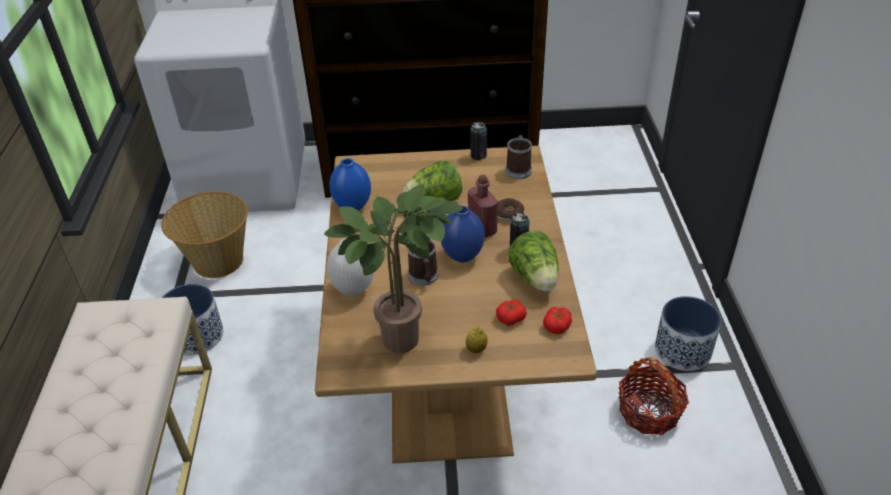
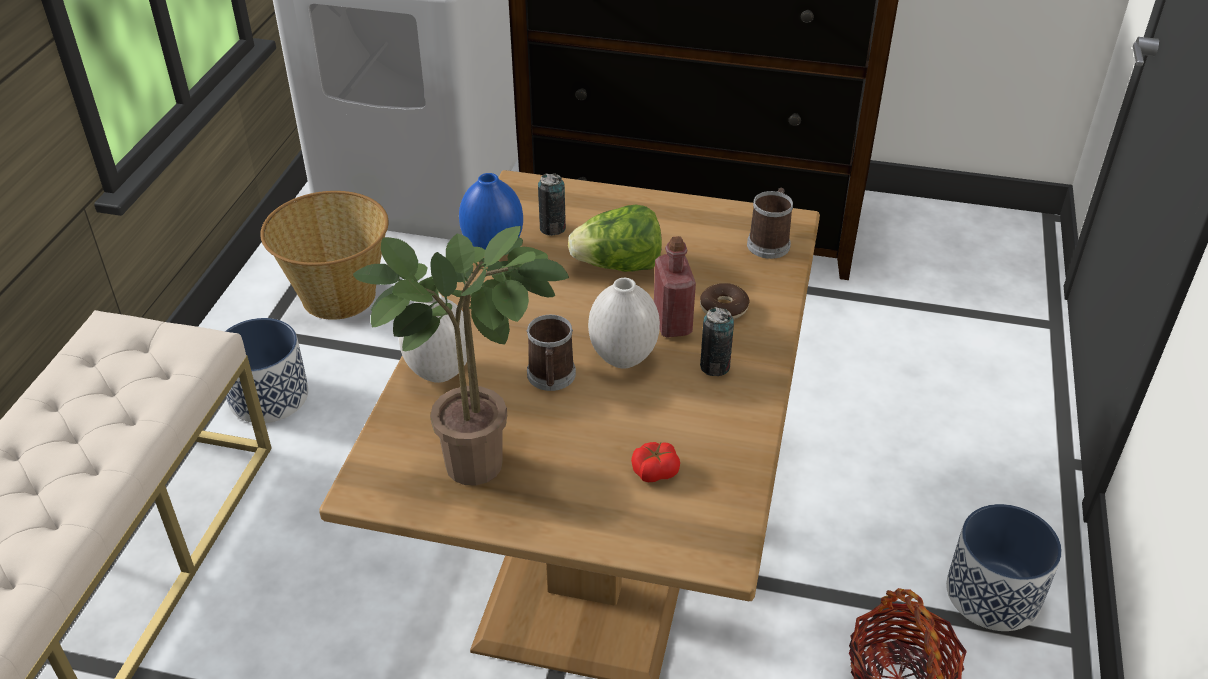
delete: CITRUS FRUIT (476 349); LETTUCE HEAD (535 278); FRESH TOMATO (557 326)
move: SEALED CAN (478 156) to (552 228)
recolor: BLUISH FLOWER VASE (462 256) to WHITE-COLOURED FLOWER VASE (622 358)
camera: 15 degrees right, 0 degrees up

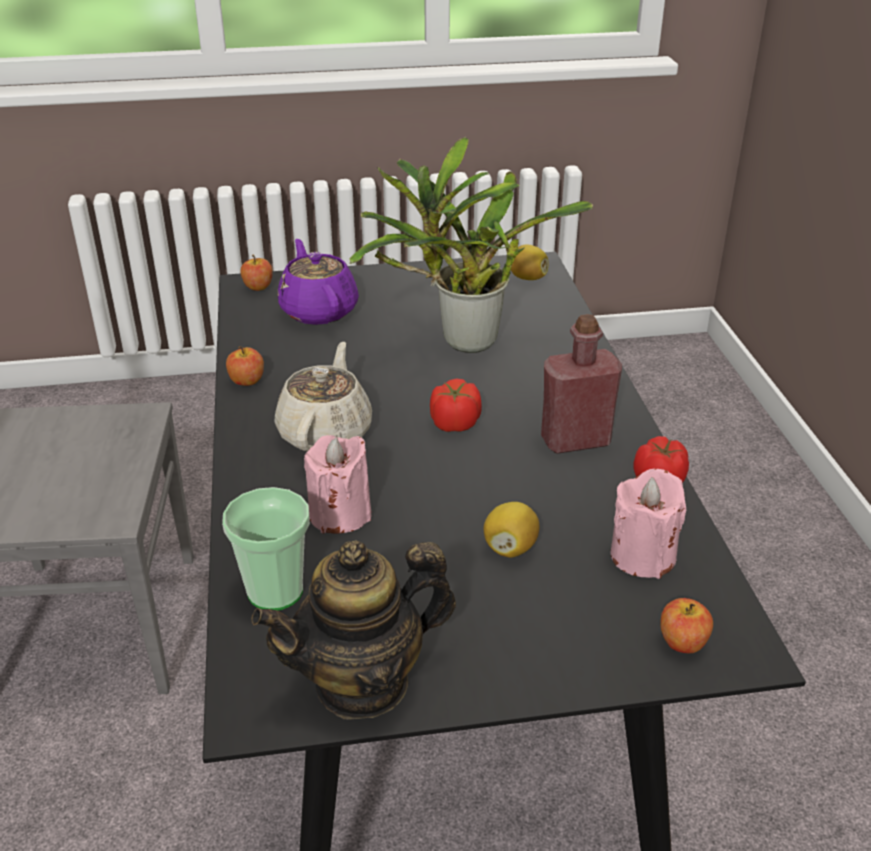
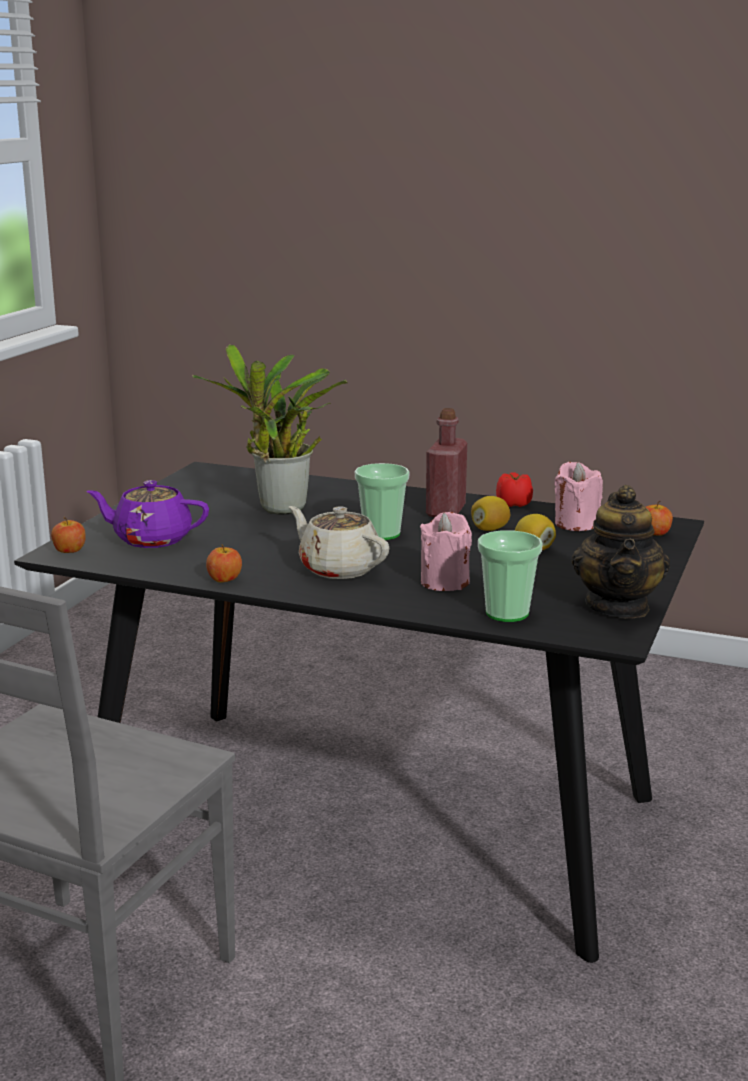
move: CITRUS FRUIT (528 278) to (489 529)
replace: FRESH TOMATO (454 423) to CUP (381 534)
camera: 60 degrees left, 15 degrees down

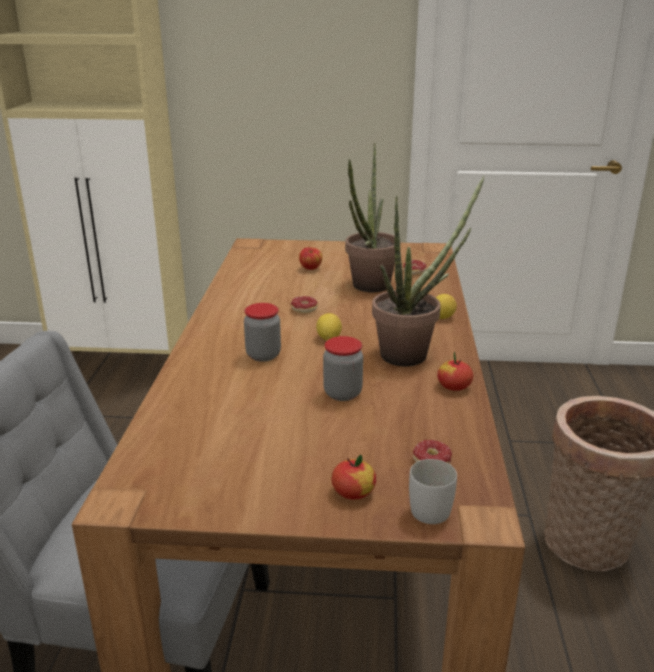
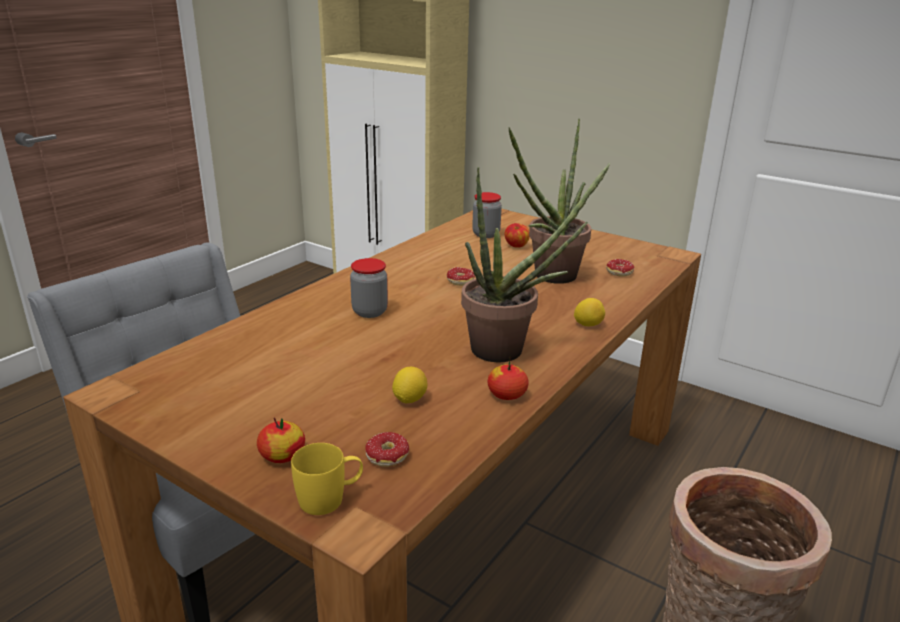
move: CITRUS FRUIT (328 338) to (409 399); PRESERVE JAR (342 393) to (486 234)
recolor: WHITE-COLOURED MUG (434 507) to YELLOW MUG (330 498)
camera: 30 degrees right, 0 degrees up

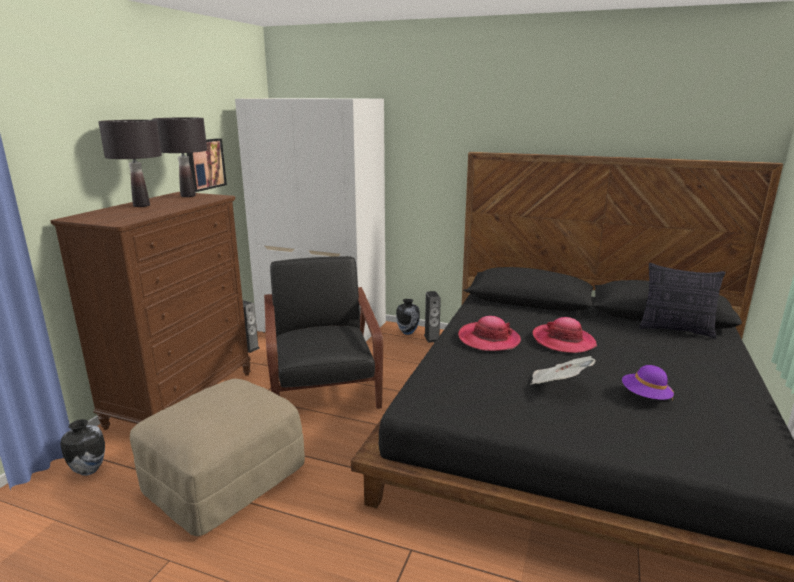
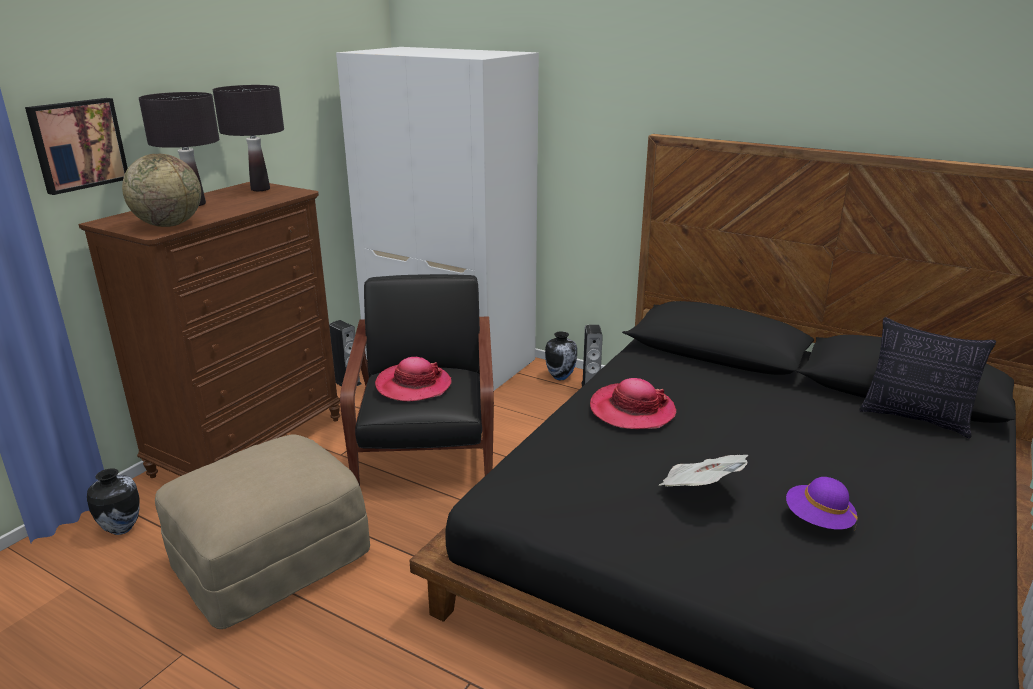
insert: WORLD GLOBE (169 225)
move: WALL PICTURE (204 164) to (77 144); CLOTHING HAT (563 341) to (413 385)
camera: 10 degrees right, 5 degrees up

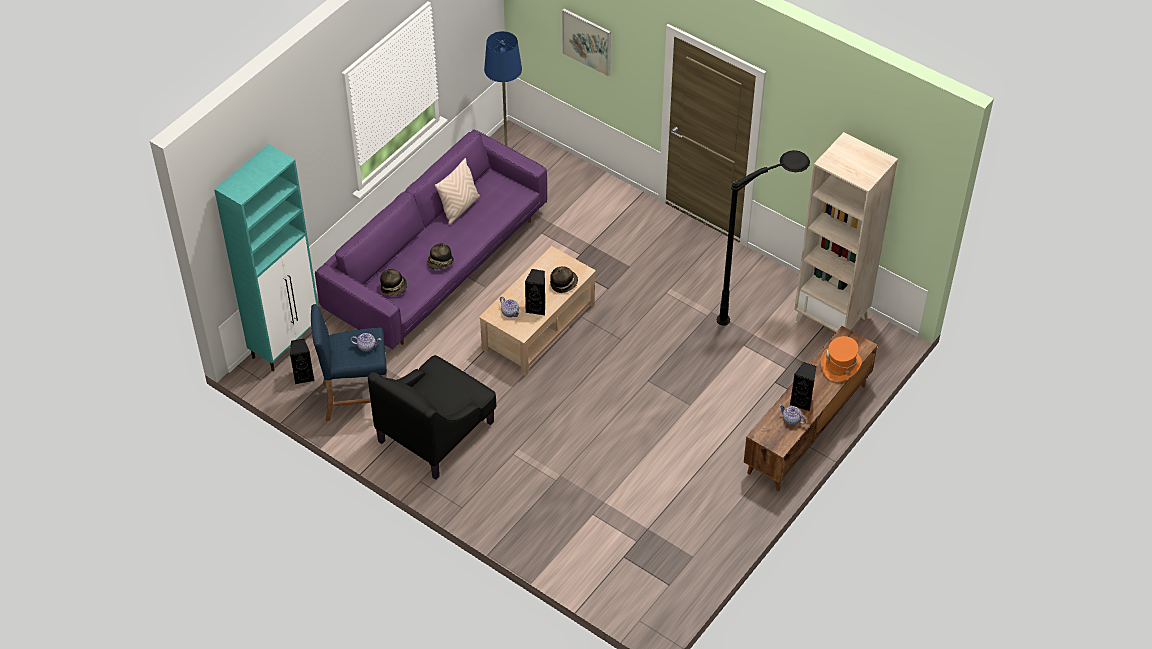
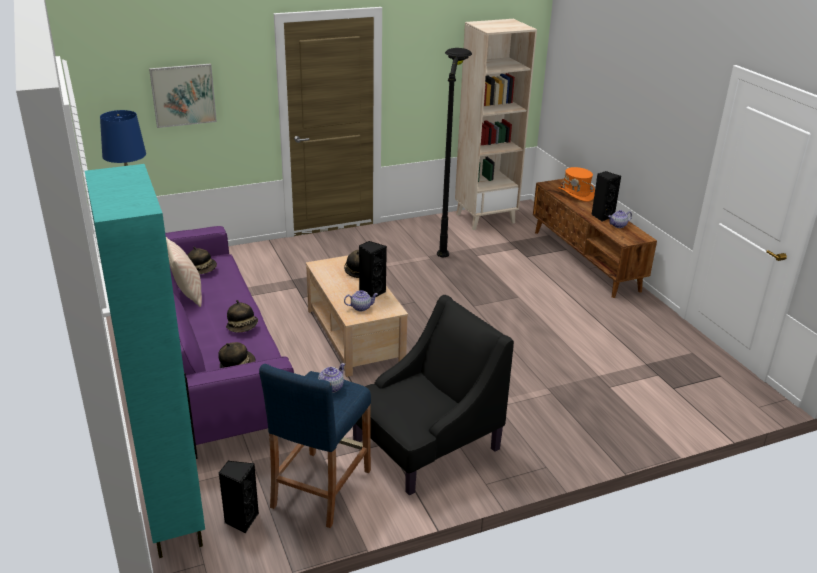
insert: CLOTHING HAT (202 270)
rotate: BLACK-COLOURED ARMCHAIR (437 431) = (425 445) 105 degrees counterclockwise
camera: 60 degrees left, 20 degrees down

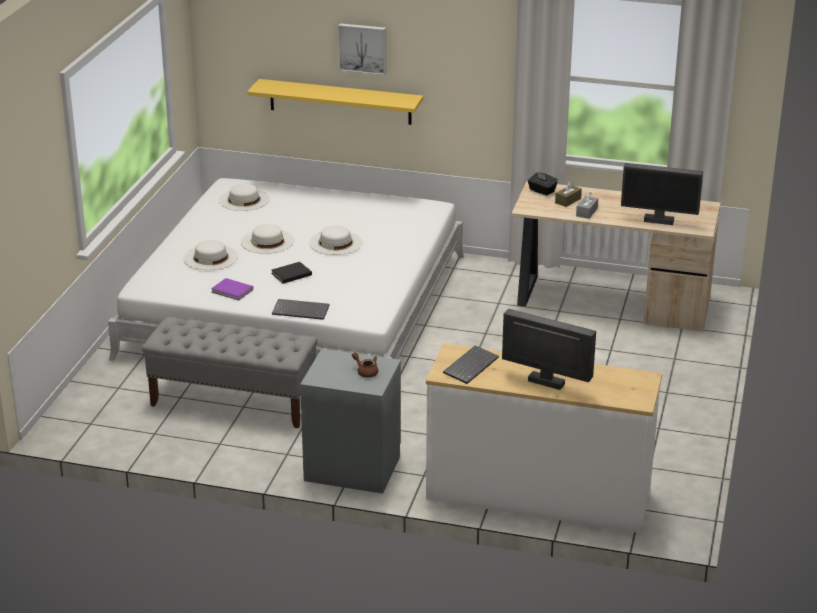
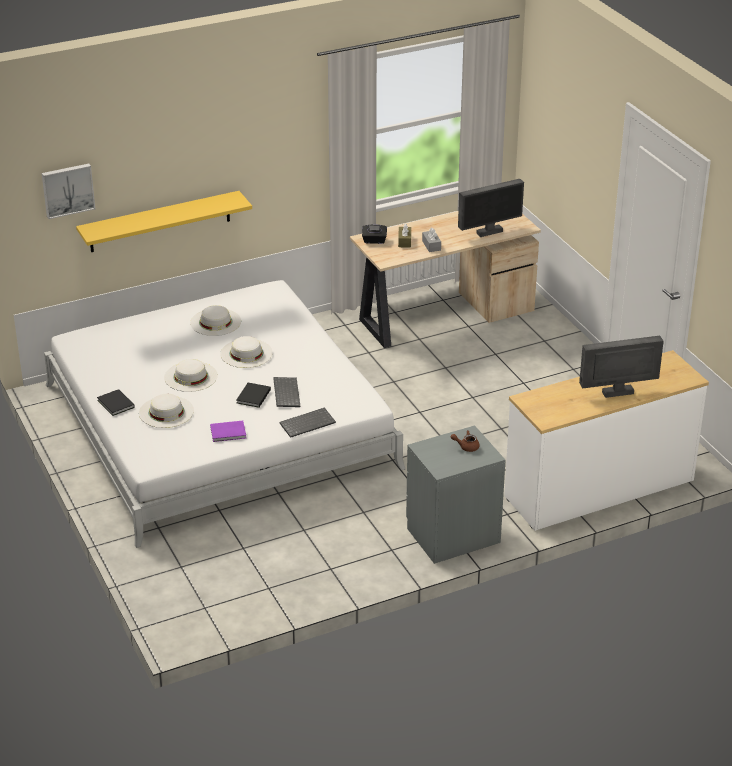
delete: GREY BENCH (234 401)
insert: BLACK-COLOURED BOOK (115 404)
move: WHITE-COLOURED CLOTHING HAT (244 200) to (215 322); WALL PICTURE (363 48) to (67 190); KEYBOARD (470 365) to (285 393)
camera: 40 degrees left, 5 degrees up

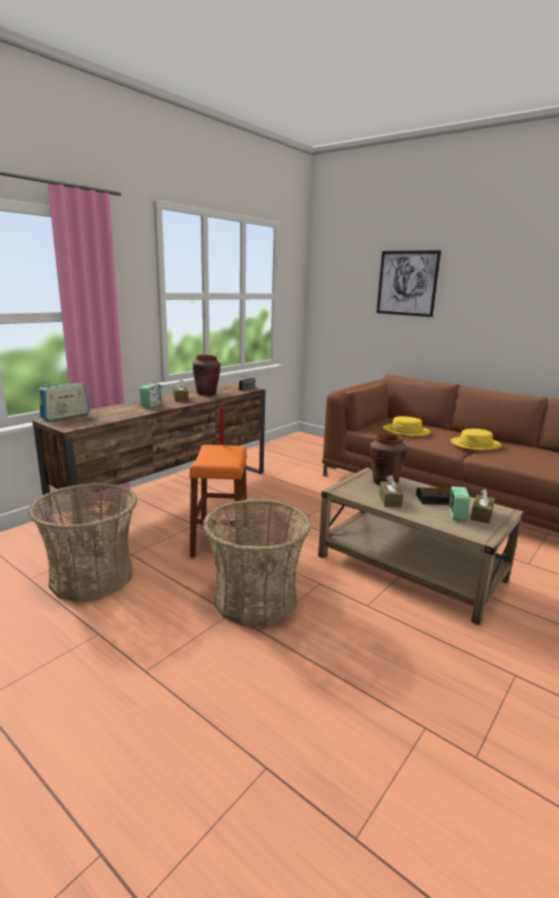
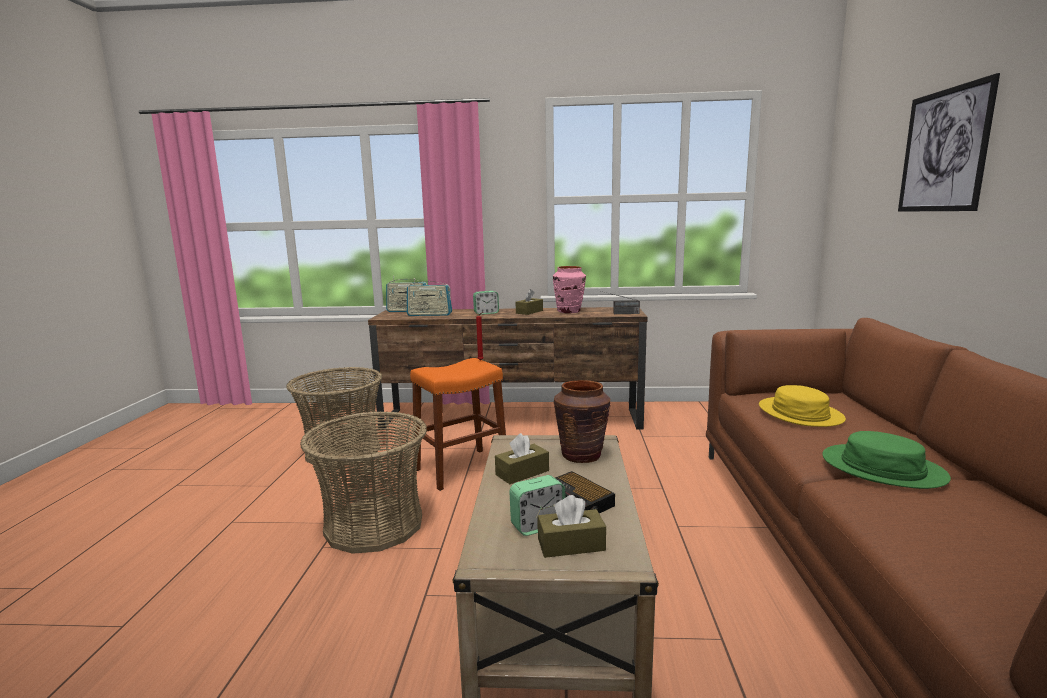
insert: RADIO SET (429 314)
recolor: BROWNISH FLOWER VASE (206 393) to PINK FLOWER VASE (569 311); YELLOW CLOTHING HAT (475 444) to GREEN CLOTHING HAT (882 468)
camera: 55 degrees right, 5 degrees down

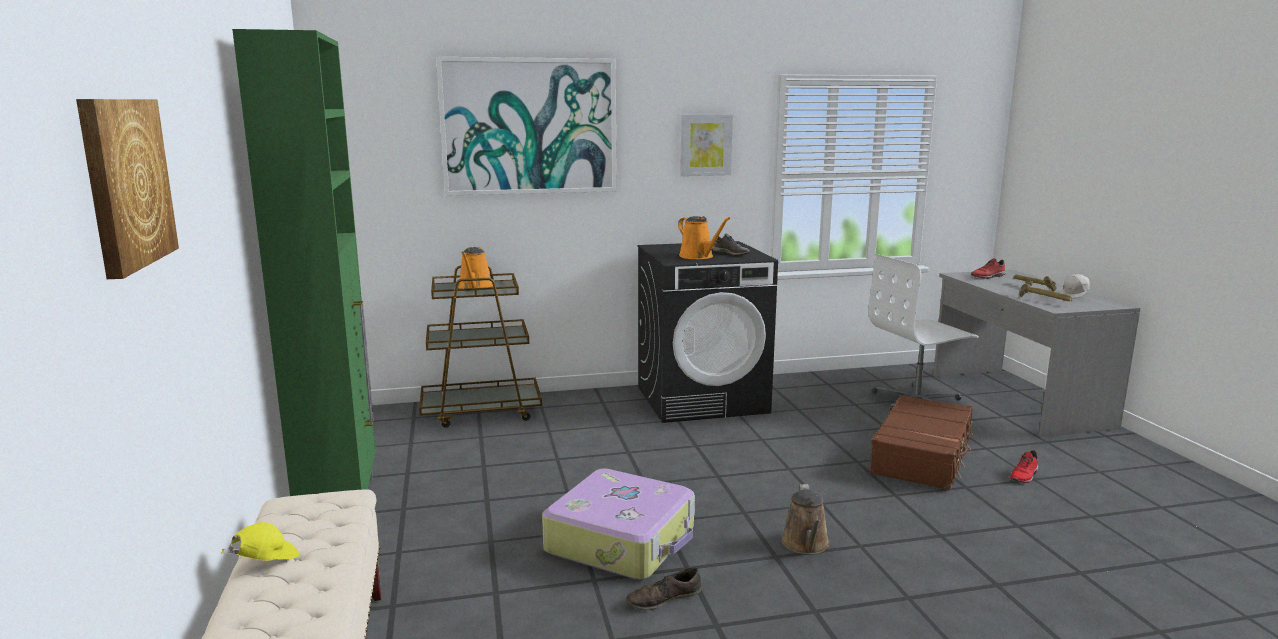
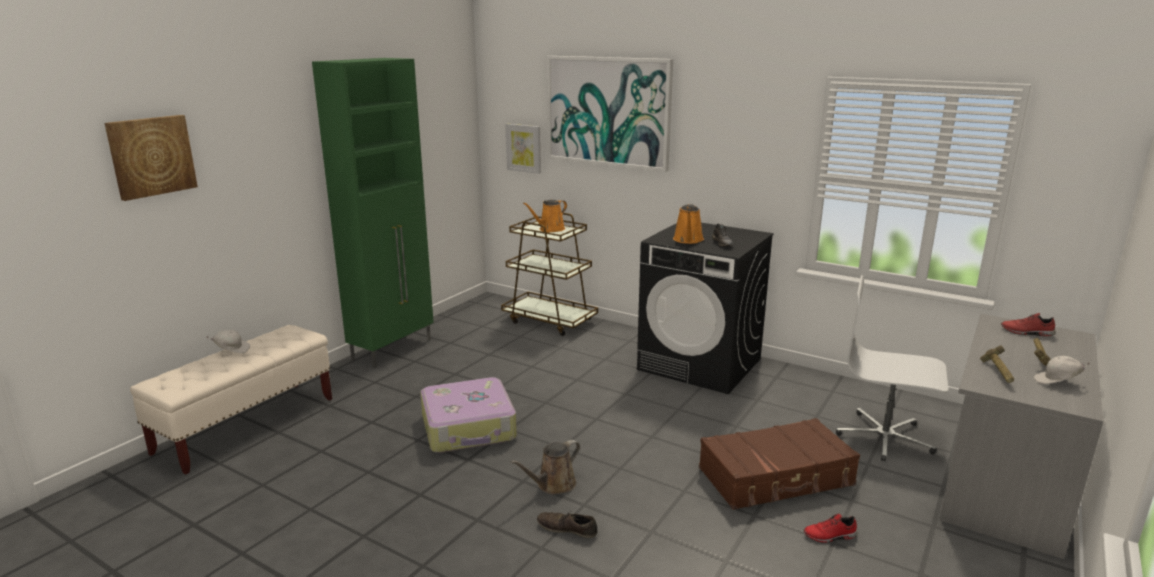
move: BROWNISH ITEM OF FOOTWEAR (664 598) to (567 528); WALL PICTURE (705 145) to (524 148)
recolor: YELLOW CAP (265 561) to WHITE-COLOURED CAP (232 350)
camera: 45 degrees right, 5 degrees up

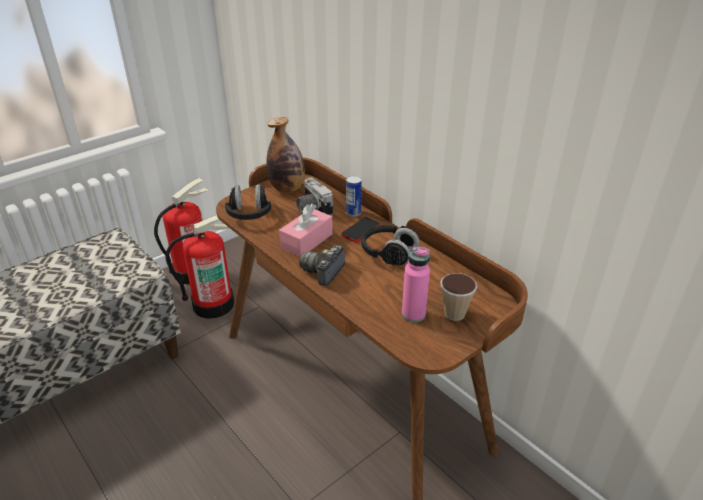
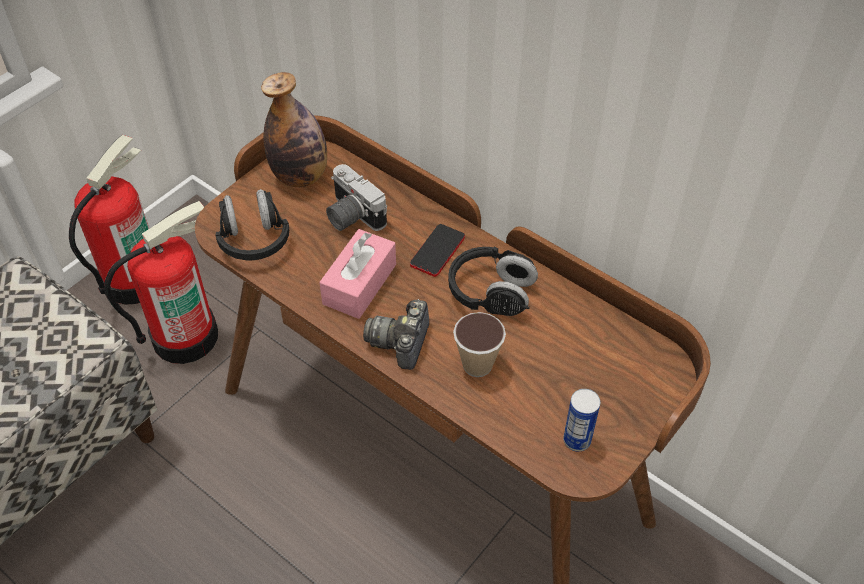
delete: PINK BEVERAGE BOTTLE (413 314)
move: SEALED CAN (353 213) to (577 440); CUP (454 313) to (477 365)
camera: 10 degrees left, 15 degrees up

